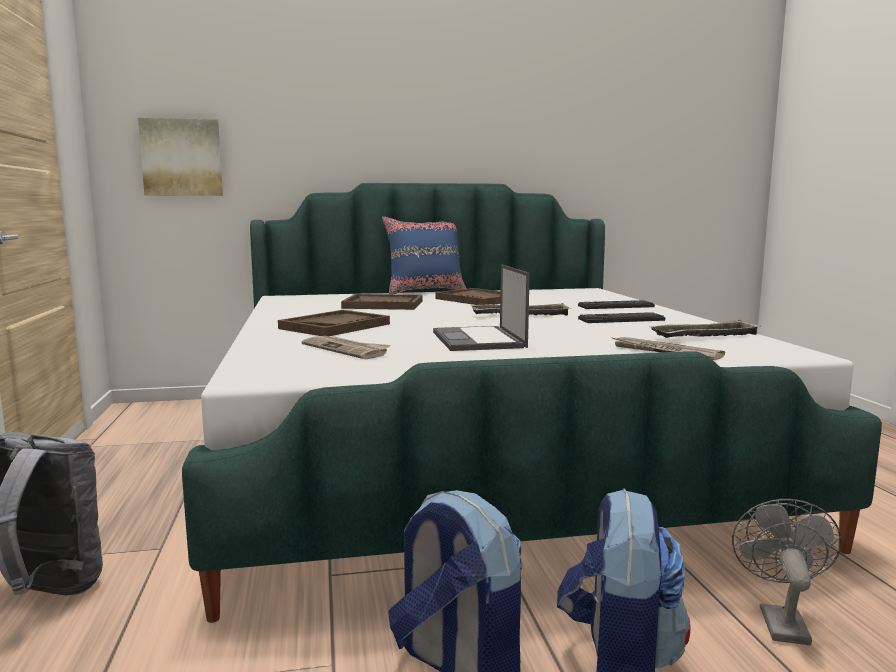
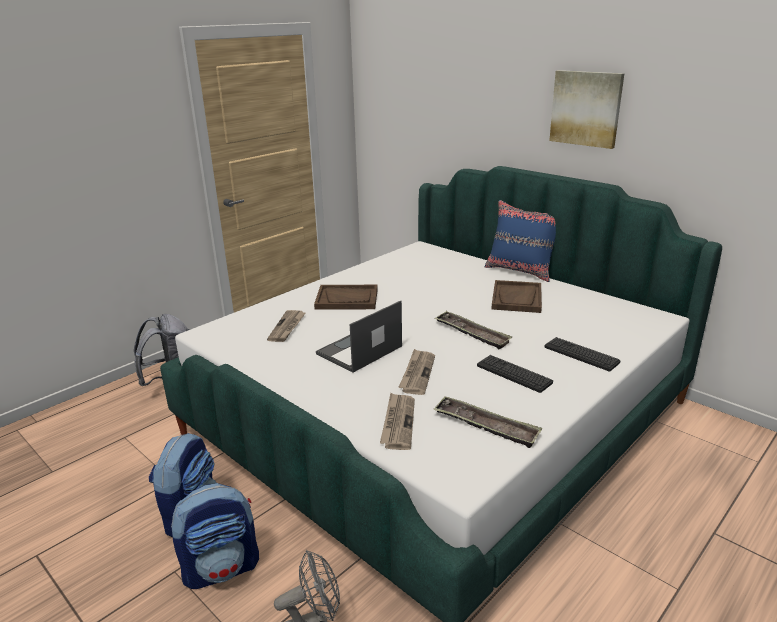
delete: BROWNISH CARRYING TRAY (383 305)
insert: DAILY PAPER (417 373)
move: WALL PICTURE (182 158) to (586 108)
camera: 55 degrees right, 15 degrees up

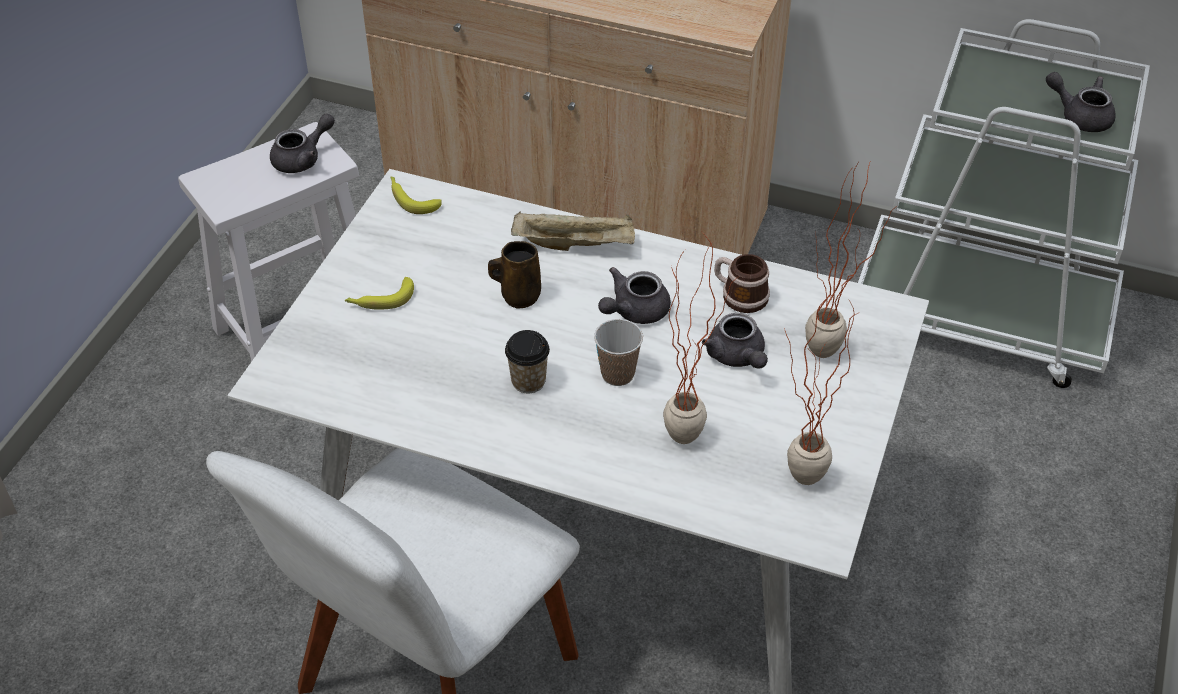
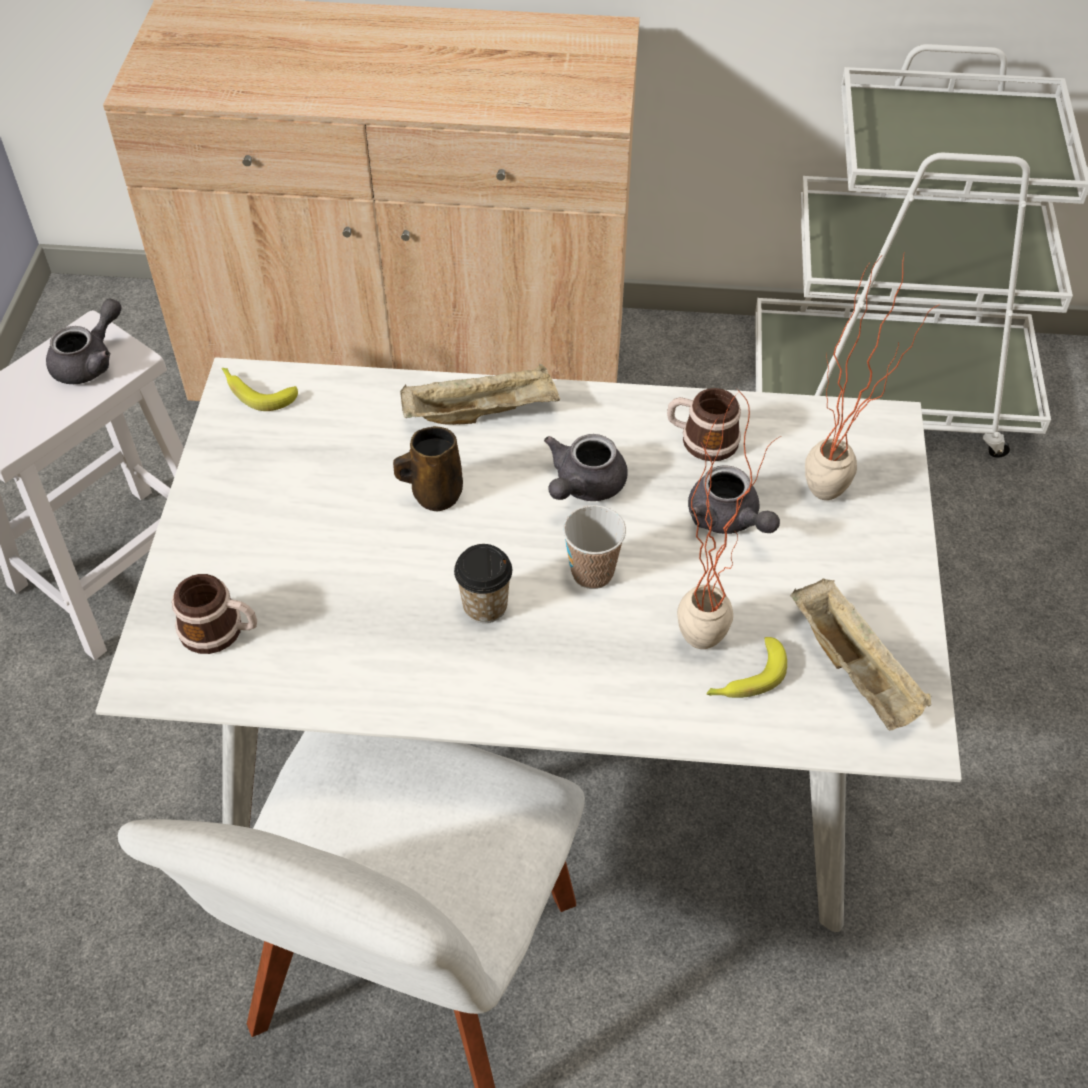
delete: GREY TEAPOT (1079 116)
insert: MUG (220 631)
move: BANANA (380 299) to (745 678)
replace: POTTED PLANT (794 484) to BEIGE CARRYING TRAY (855 671)
camera: 15 degrees left, 5 degrees up

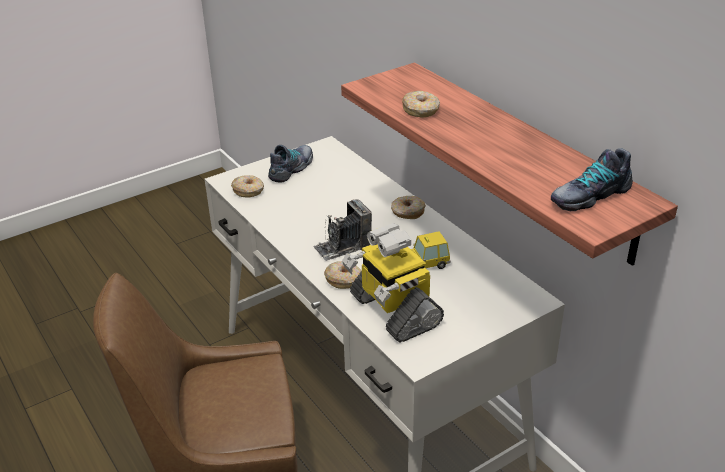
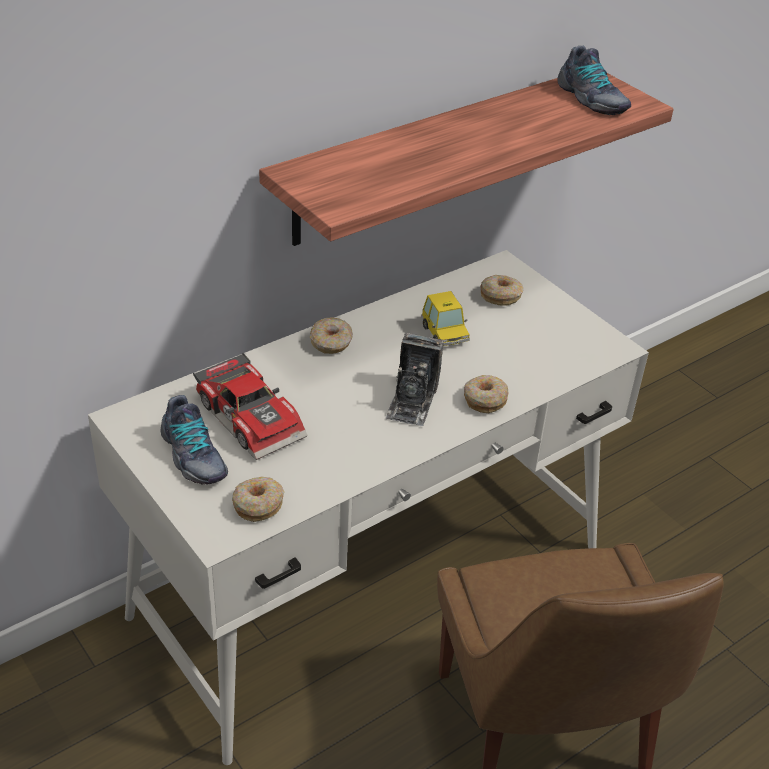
delete: MODEL ROBOT (393 311)
insert: MINIATURE CAR (253 416)
move: DOUGHNUT (421 110) to (500 296)
rotate: ITEM OF FOOTWEAR (292 168) = (192 456) 150 degrees counterclockwise; PHOTO CAMERA (342 246) = (412 400) 45 degrees clockwise
camera: 95 degrees left, 5 degrees up

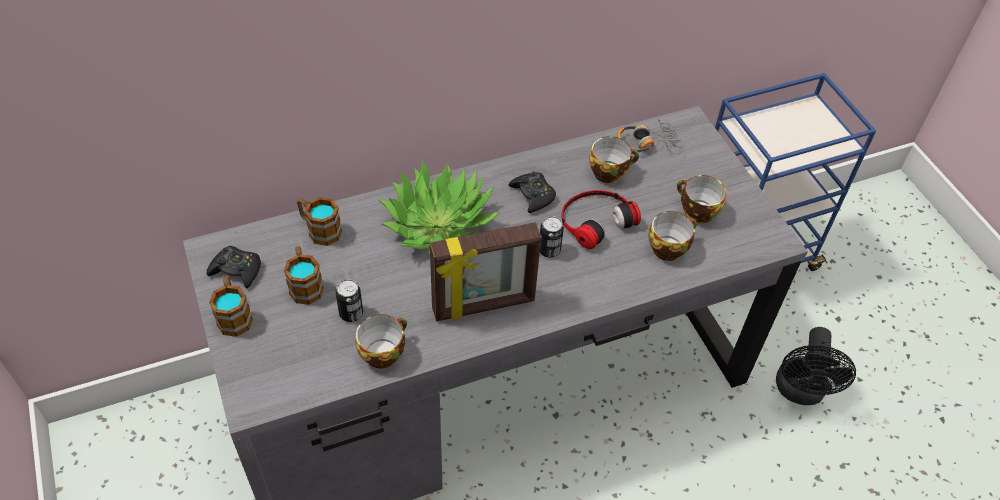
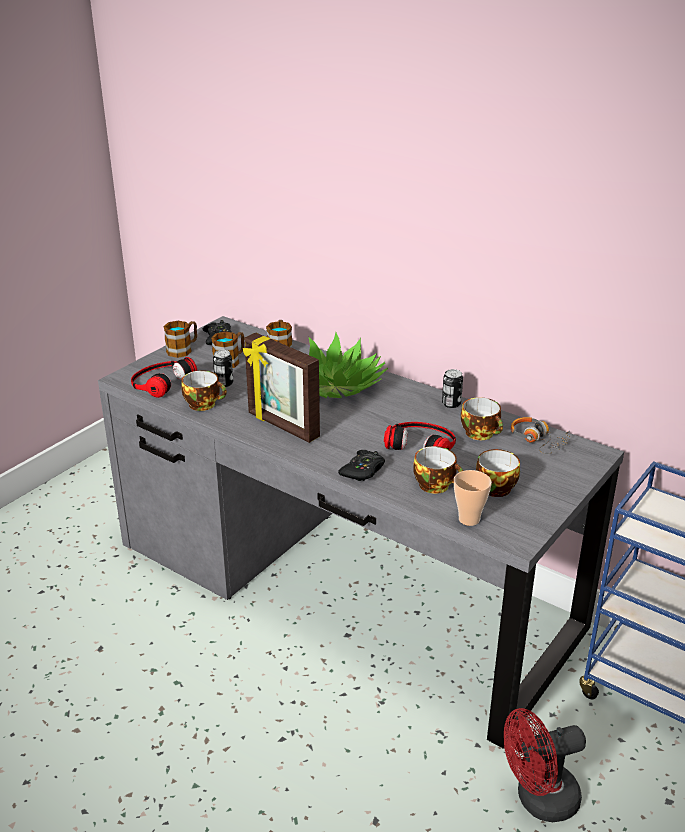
insert: HEADSET (160 382); CUP (469 519)
move: BLACK-COLOURED GAME CONTROLLER (533 195) to (363 471); SEALED CAN (549 250) to (451 404)
recolor: BLACK-COLOURED COOLING FAN (800 392) to REDDISH COOLING FAN (538 800)
camera: 60 degrees right, 20 degrees down

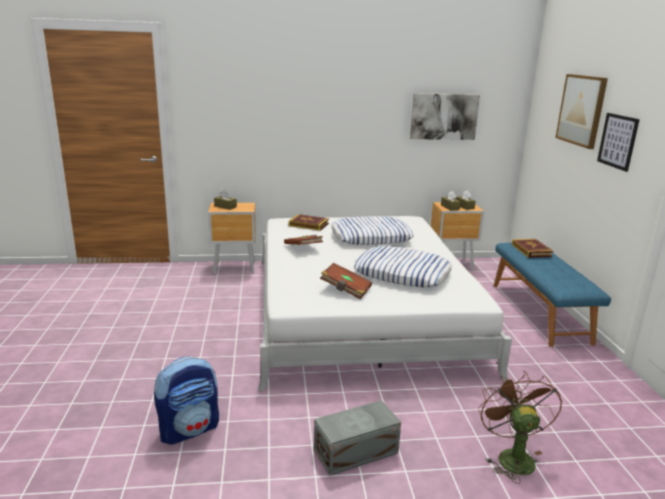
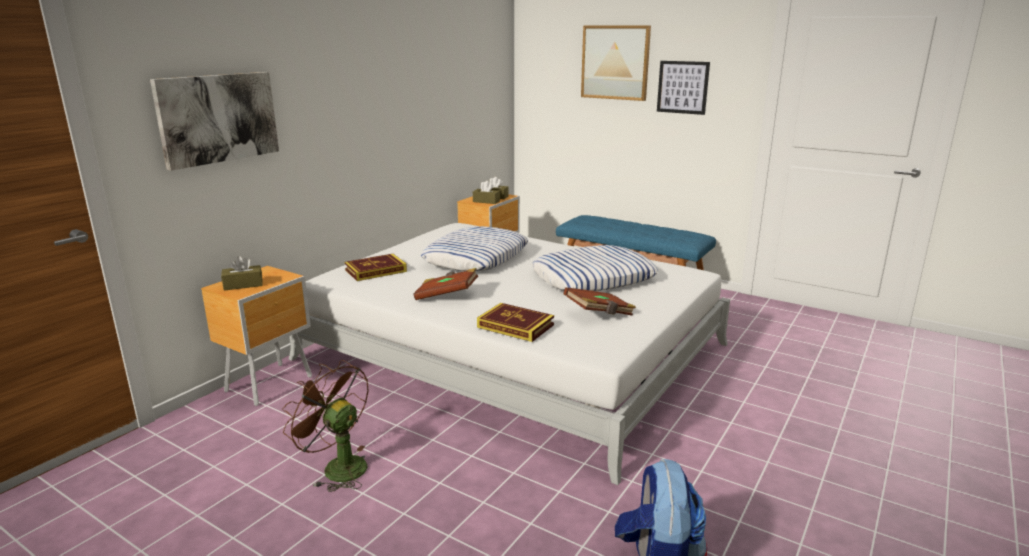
delete: GREY STORAGE BOX (357 452)
move: WALL PICTURE (443 116) to (218 118); BROWNISH COOLING FAN (511 456) to (337 467); BOOK (531 250) to (515 326)
camera: 50 degrees left, 0 degrees up

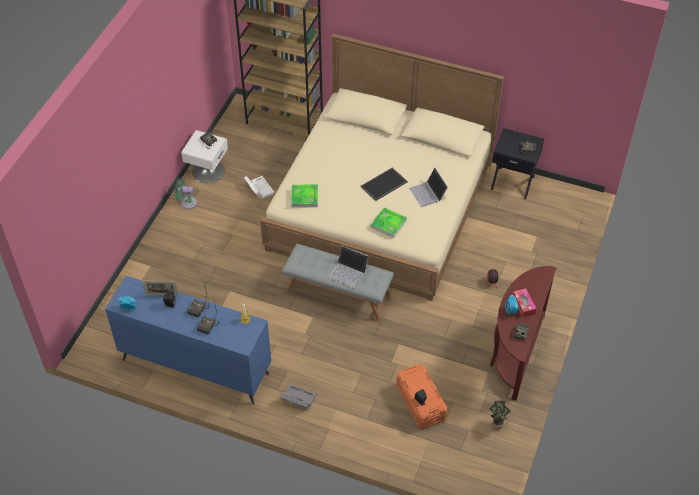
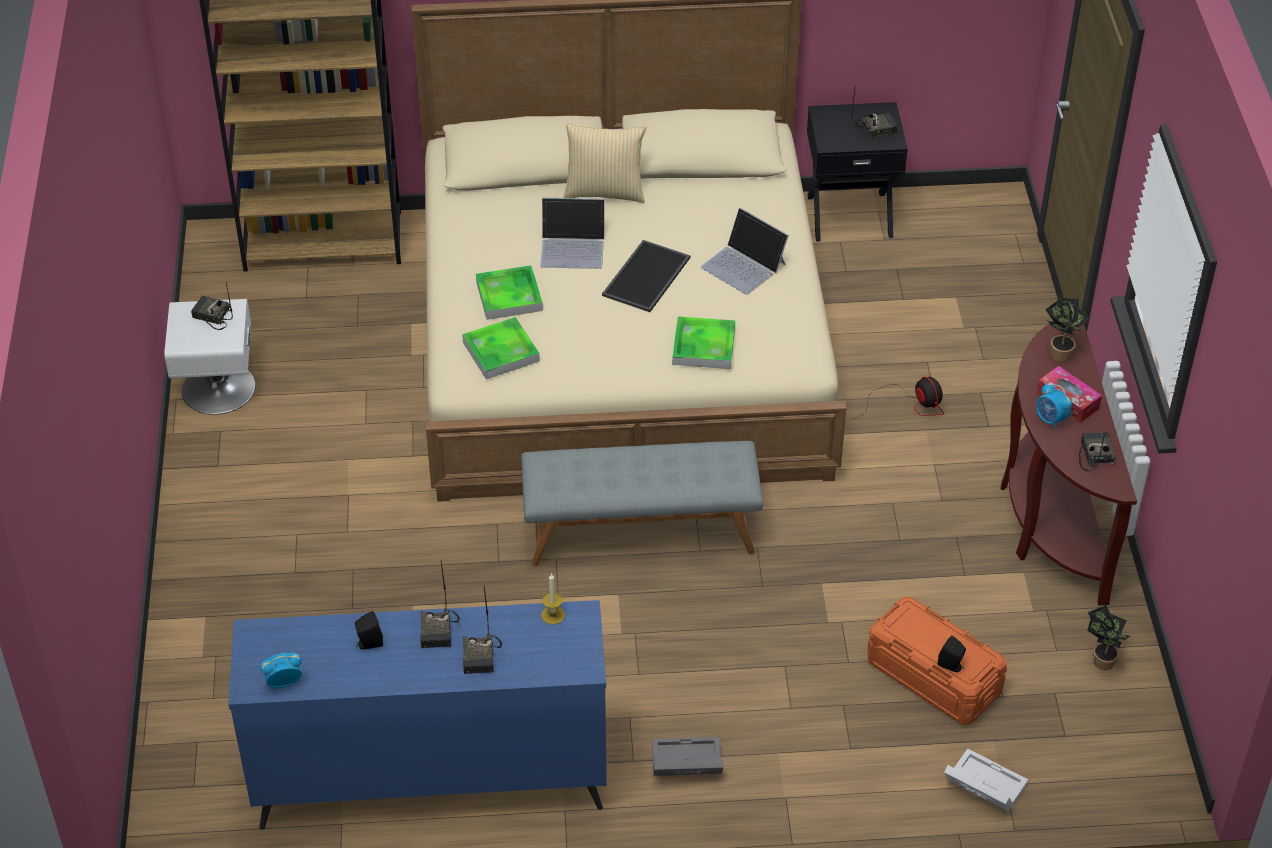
delete: STANDING FRAME (162 295); GREEN COOLING FAN (187 202)
insert: CARRYING TRAY (509 296); CUSHION (605 191); POTTED PLANT (1059 352)
move: WHITE-COLOURED STORAGE BOX (258 189) to (982 786); PORTABLE COMPUTER (348 272) to (573 247)
camera: 25 degrees left, 5 degrees down

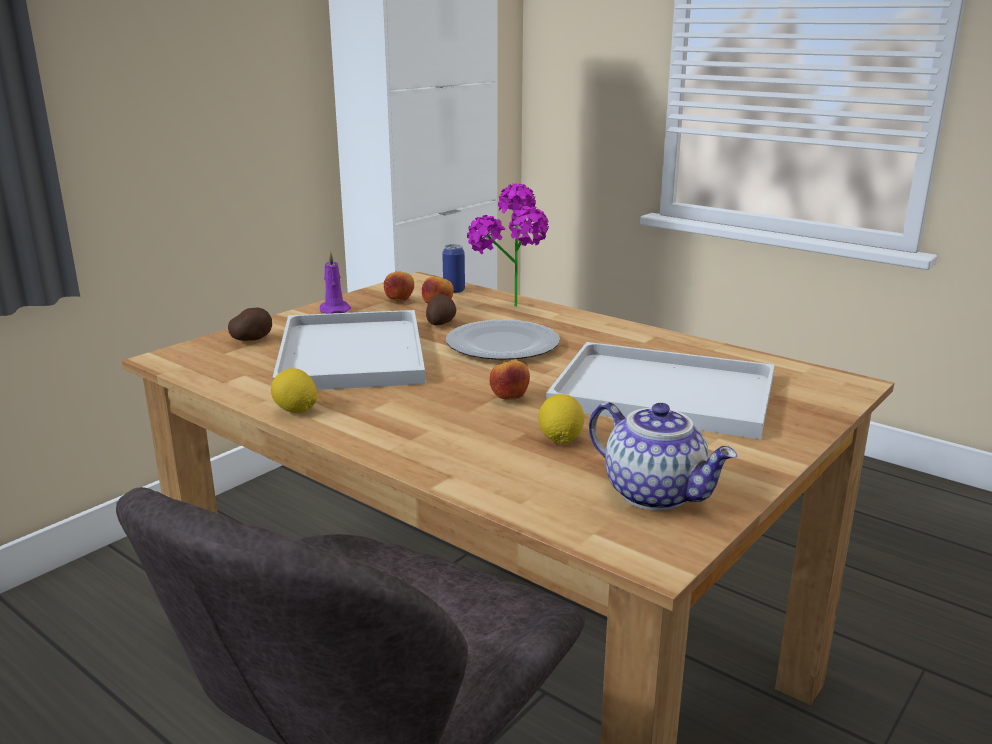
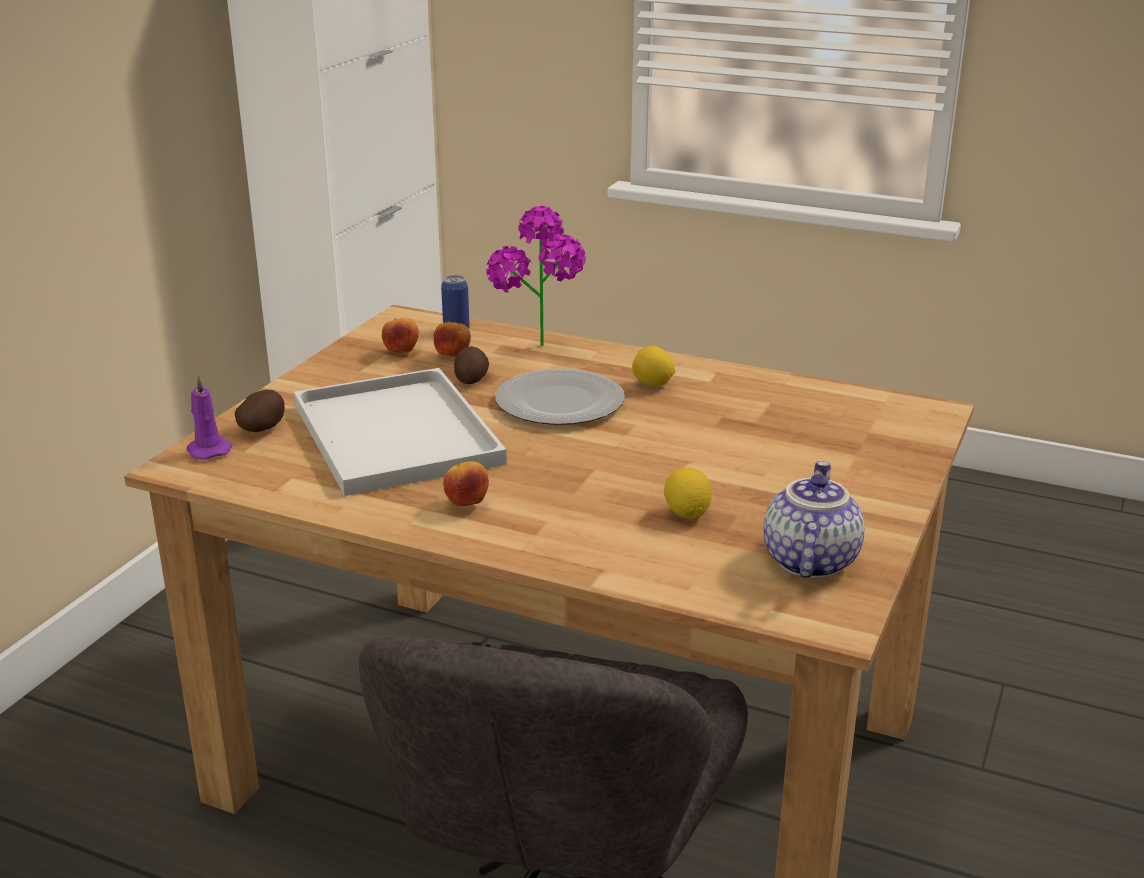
delete: WHITE-COLOURED CARRYING TRAY (668 392)
move: CITRUS FRUIT (295 411) to (652 384); PURPLE-COLOURED WAX LIGHT (334 310) to (208 450); APPLE FRUIT (509 399) to (466 504)
rotate: TEAPOT (656 493) = (807 560) 105 degrees counterclockwise
camera: 15 degrees left, 5 degrees up

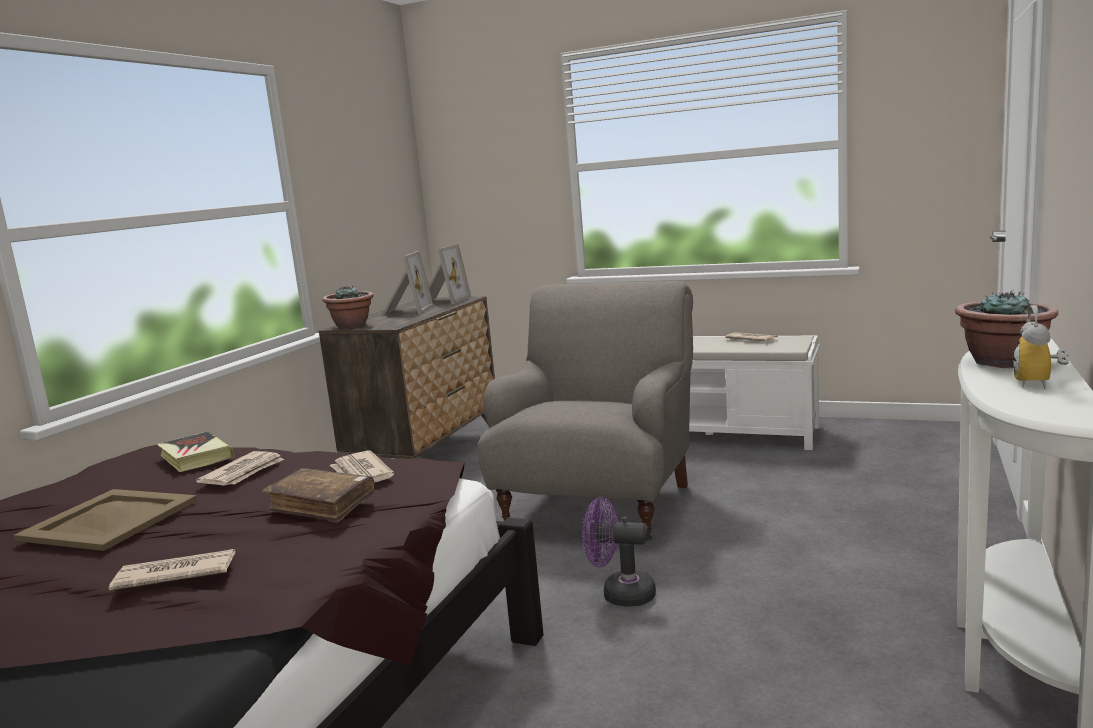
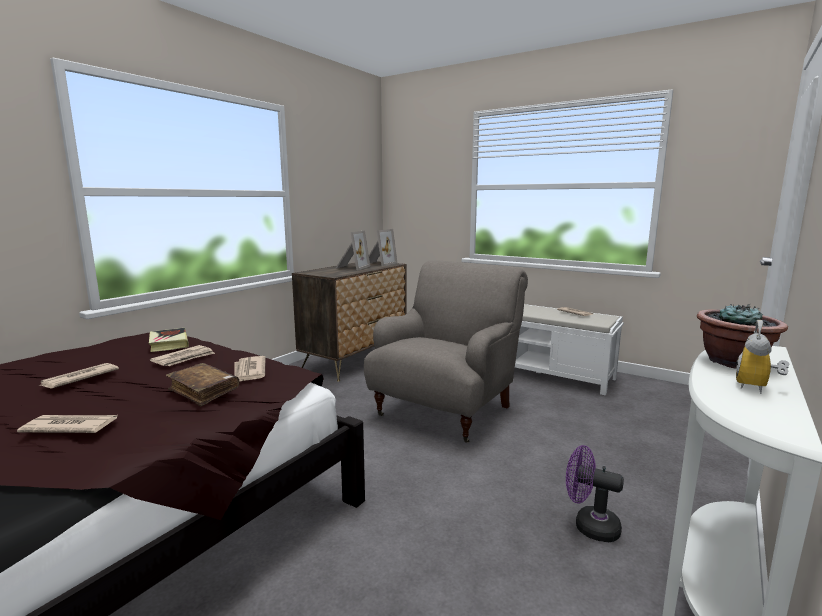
delete: POTTED PLANT (352 326)
move: PURPLE-COLOURED COOLING FAN (620 594) to (589 526)
replace: BEIGE CARRYING TRAY (109 520) to DAILY PAPER (79 378)
camera: 10 degrees right, 0 degrees up

